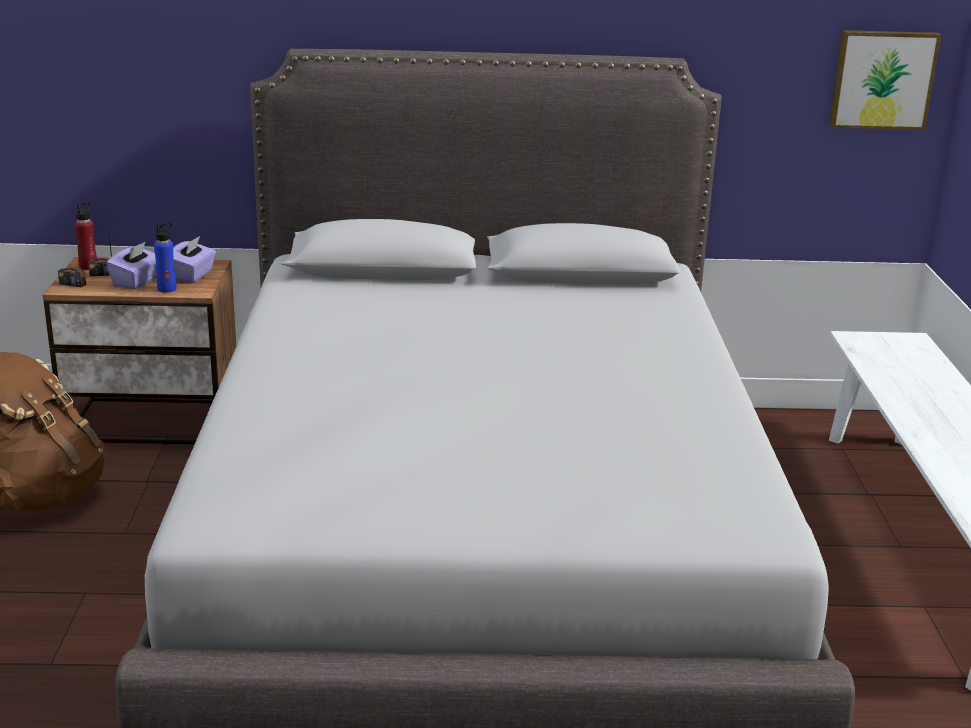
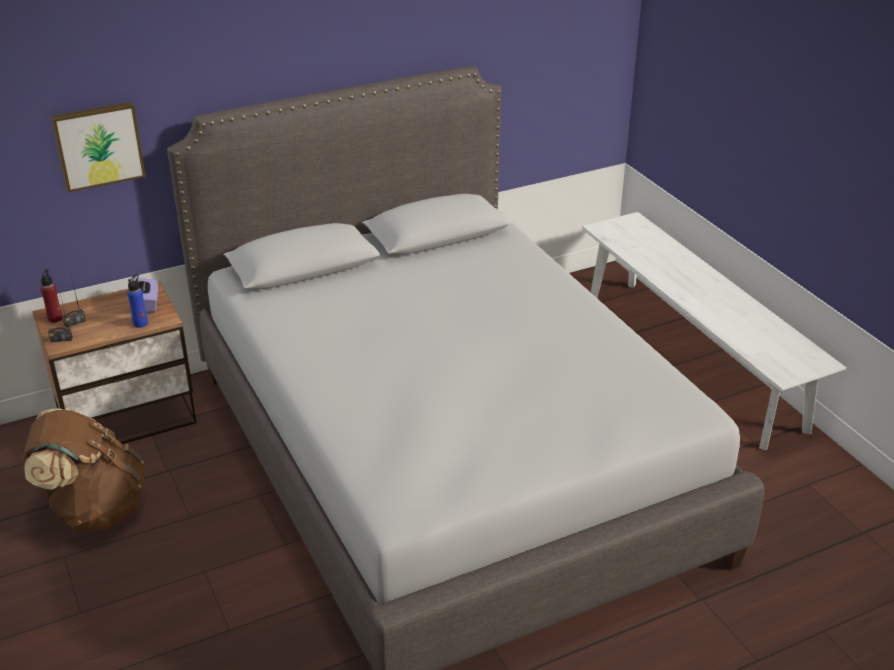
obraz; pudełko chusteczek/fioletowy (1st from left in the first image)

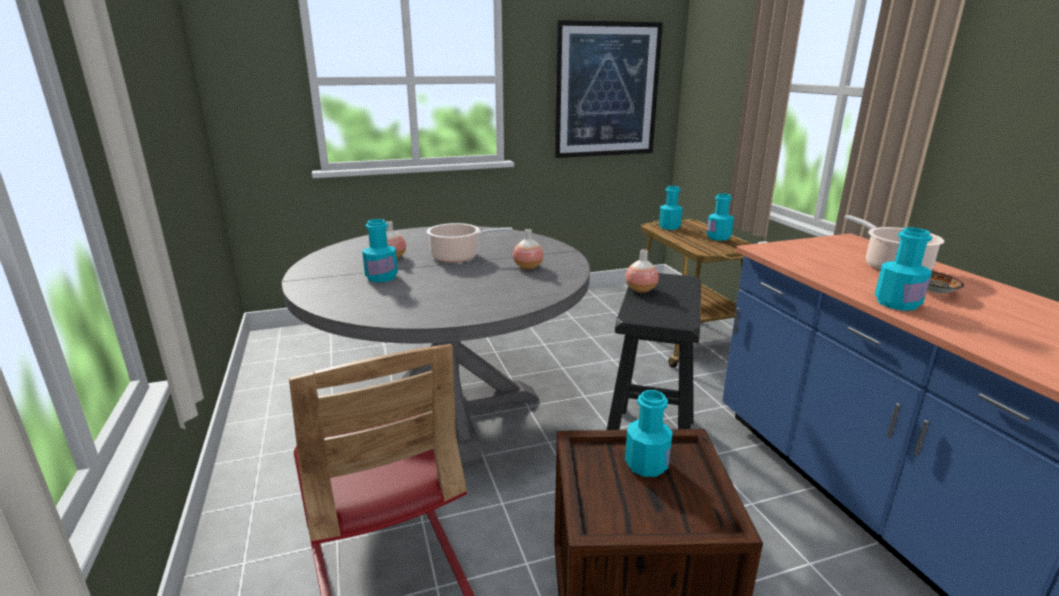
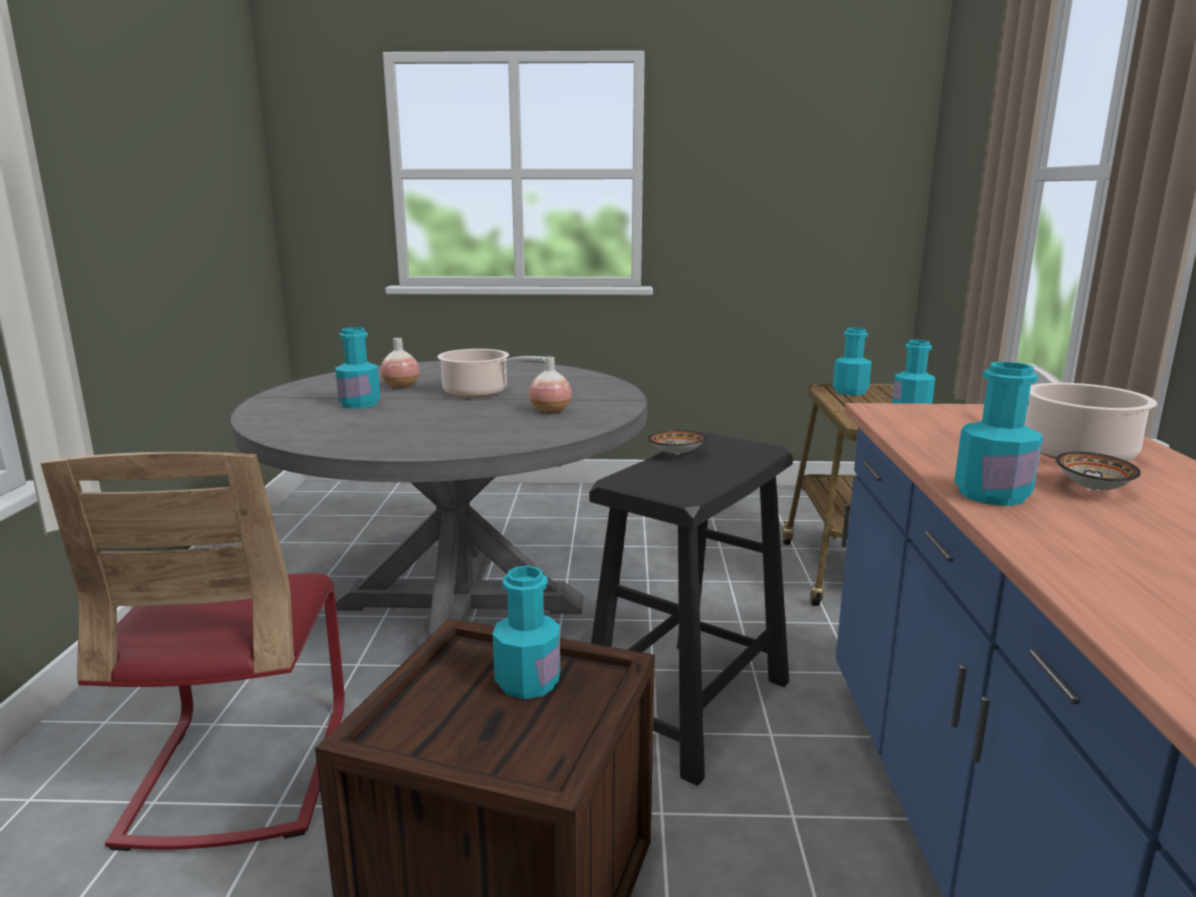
obraz; miska (1st from left)

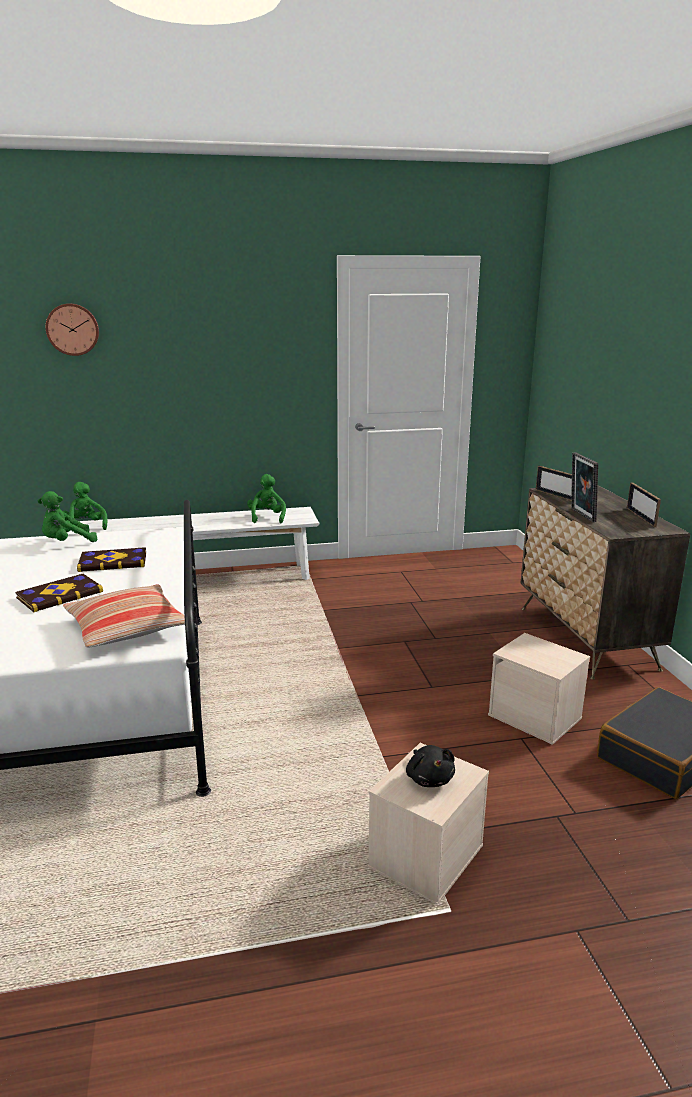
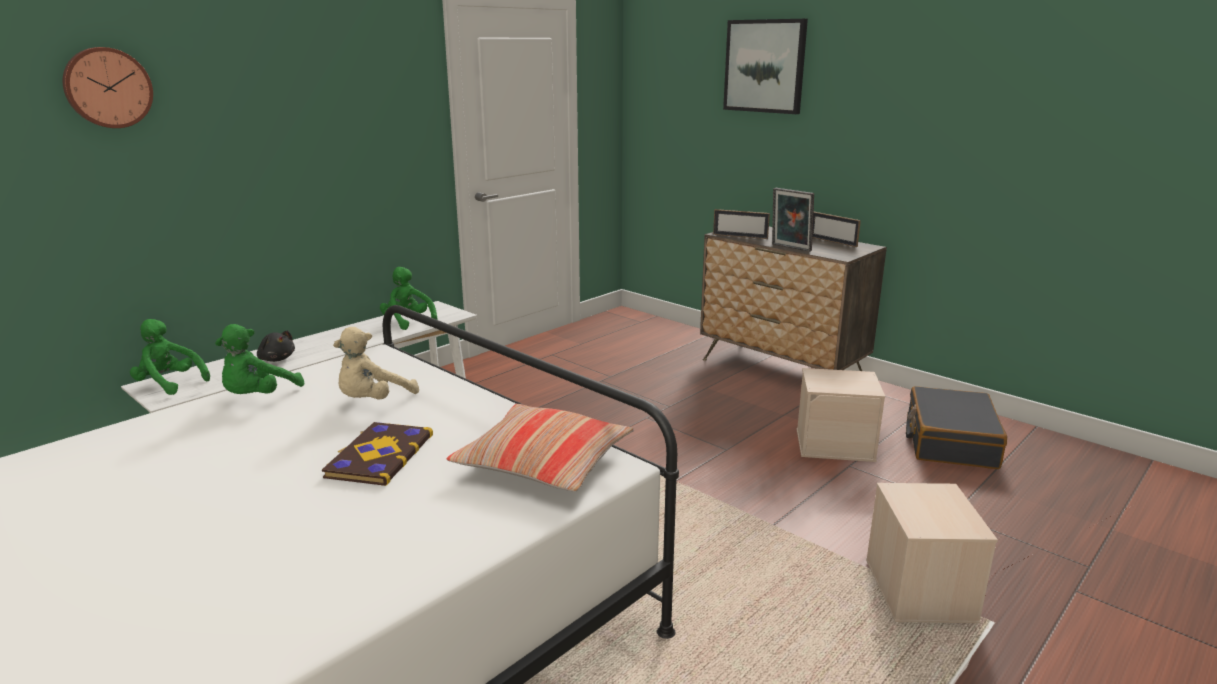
pluszak/beżowy; pluszak/czarny; obraz

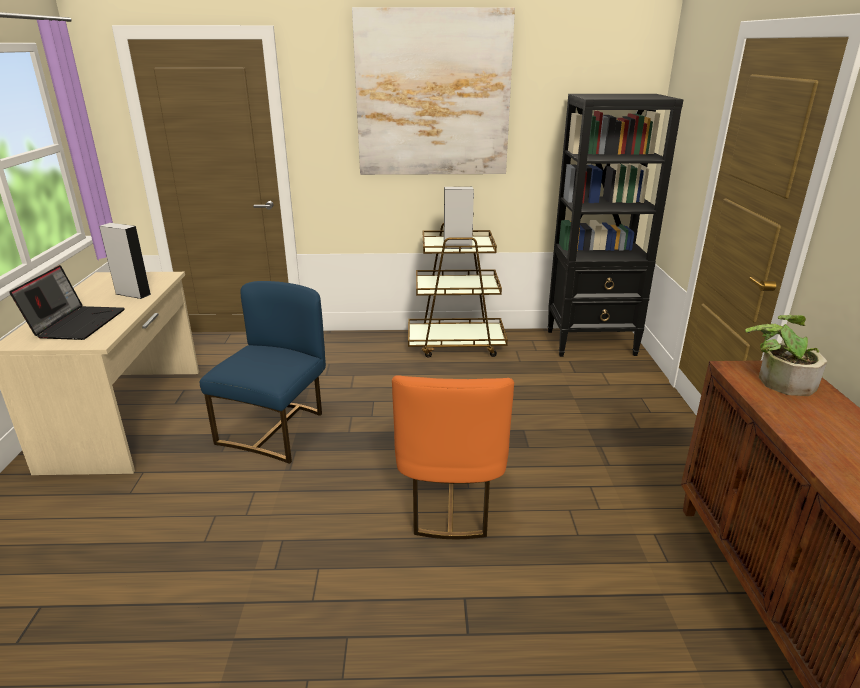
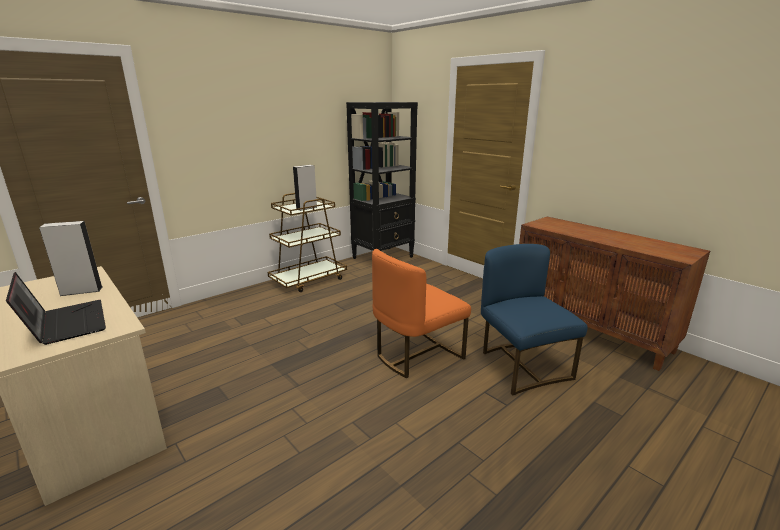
obraz; krzesło/niebieski; roślina doniczkowa; krzesło/pomarańczowy

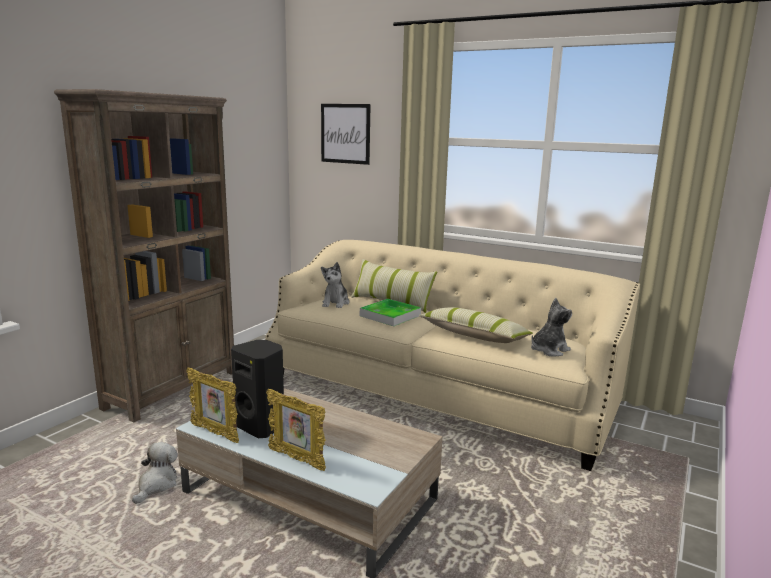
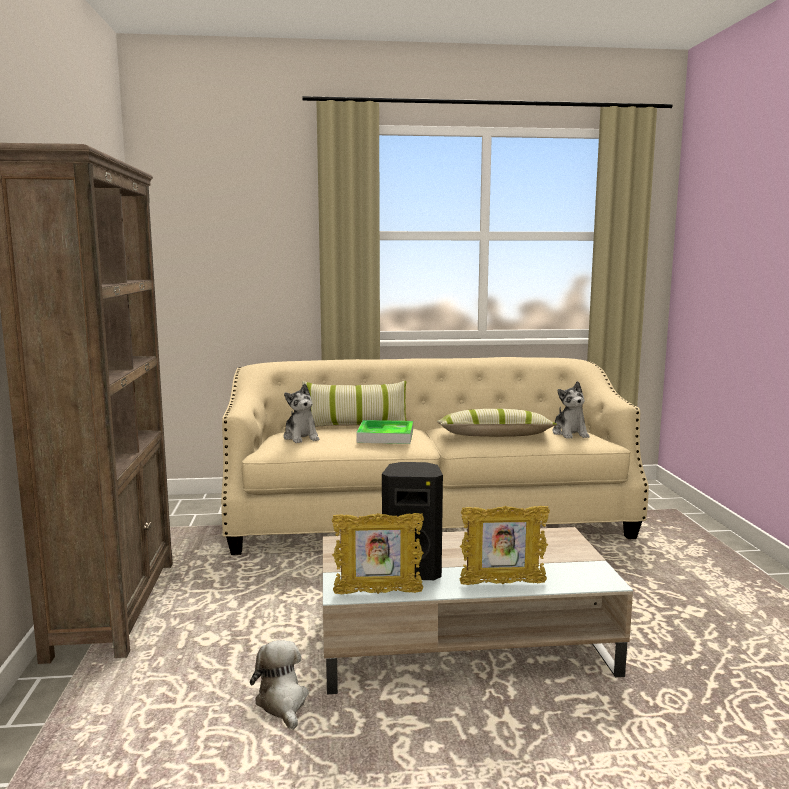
obraz; pluszak (3rd from left)

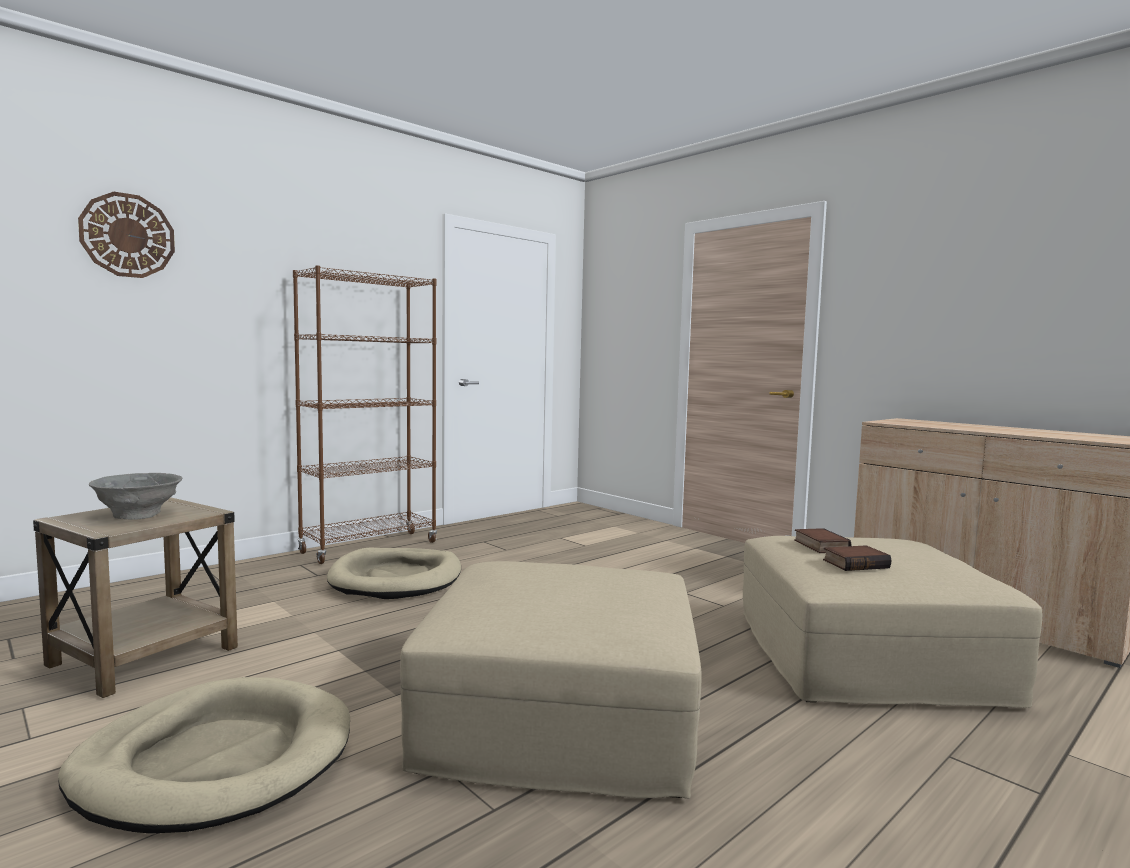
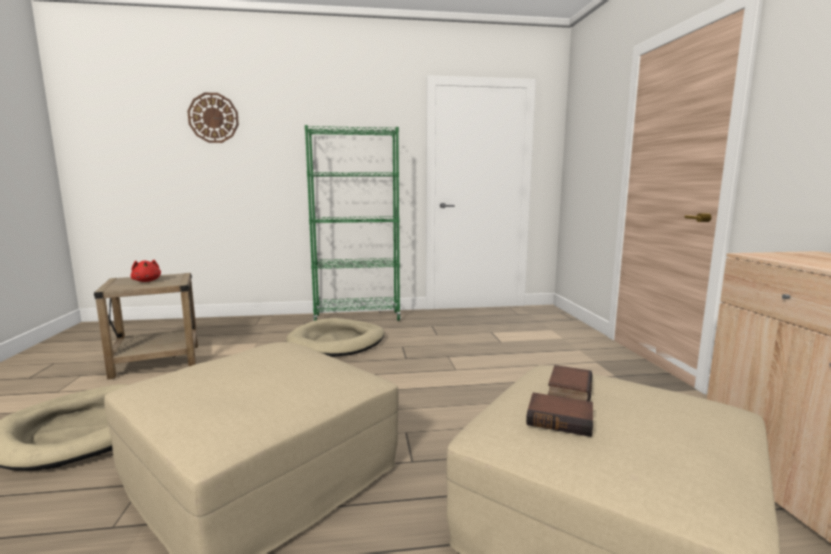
regał/zielony; pluszak/czerwony

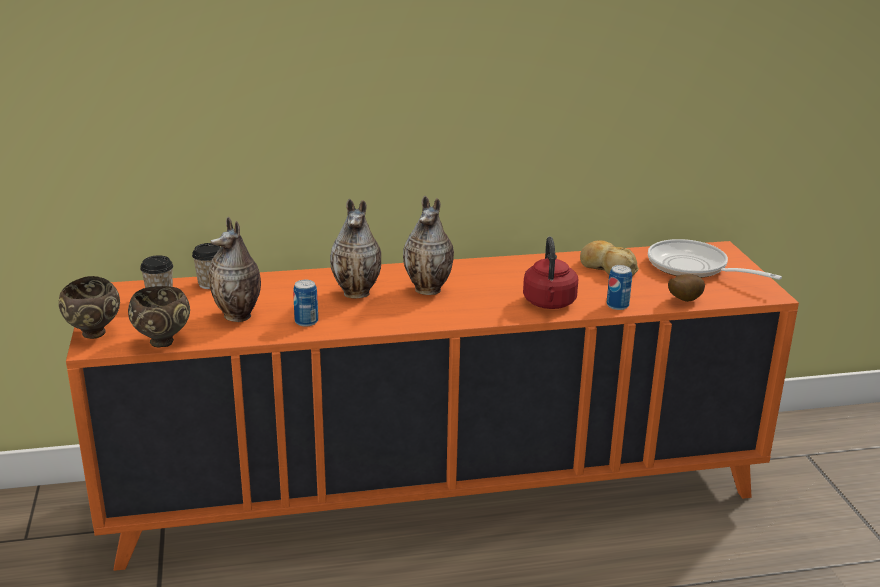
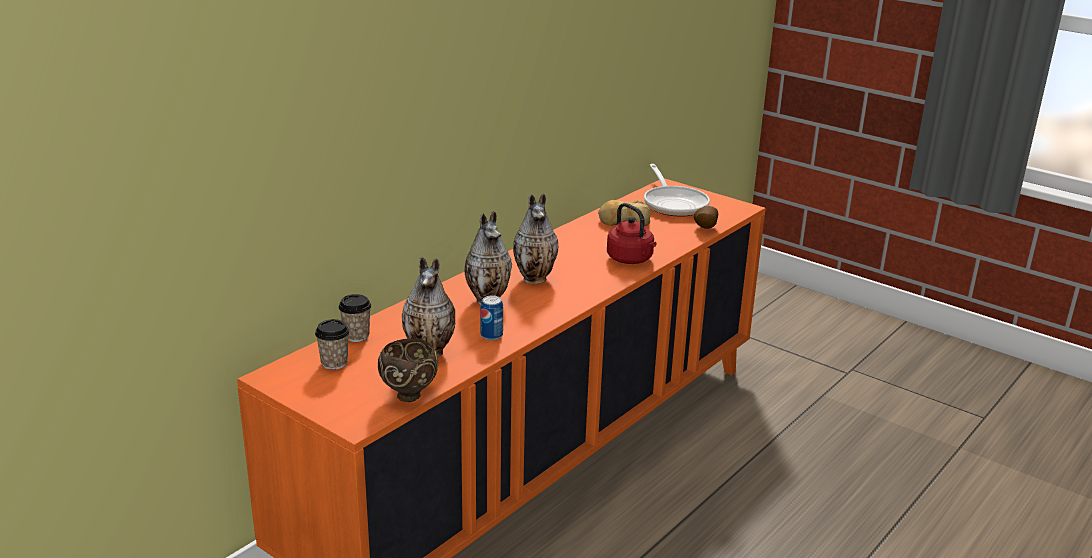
patelnia; puszka (2nd from left in the first image); miska/brązowy (1st from left in the first image)

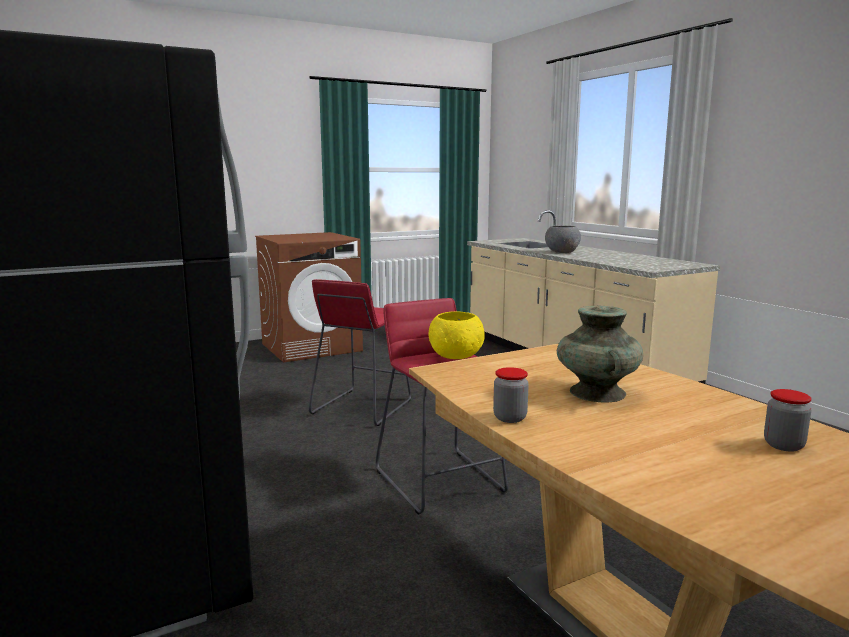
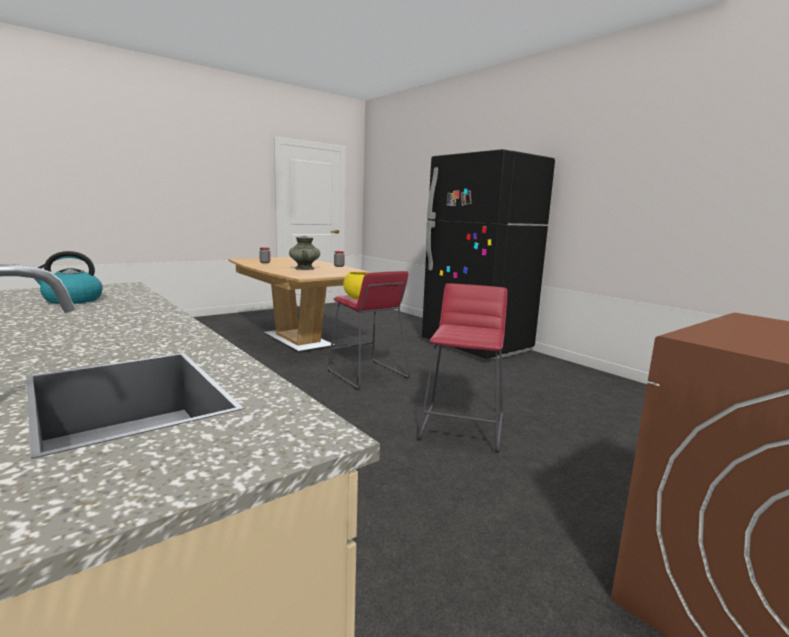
miska/szary; czajnik

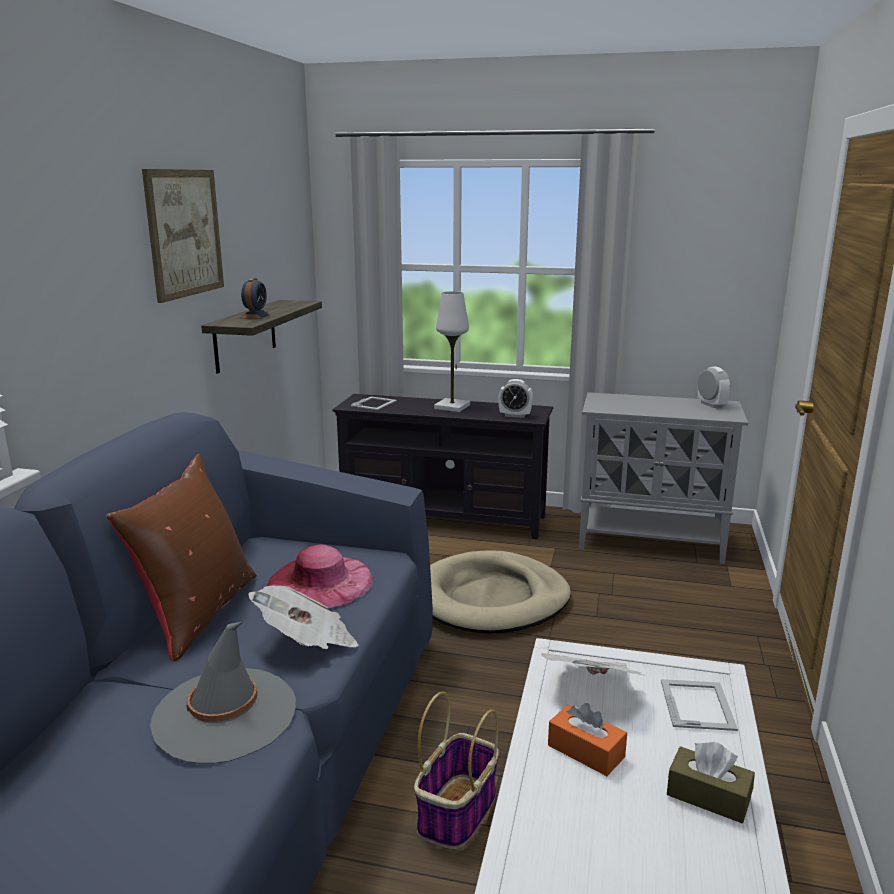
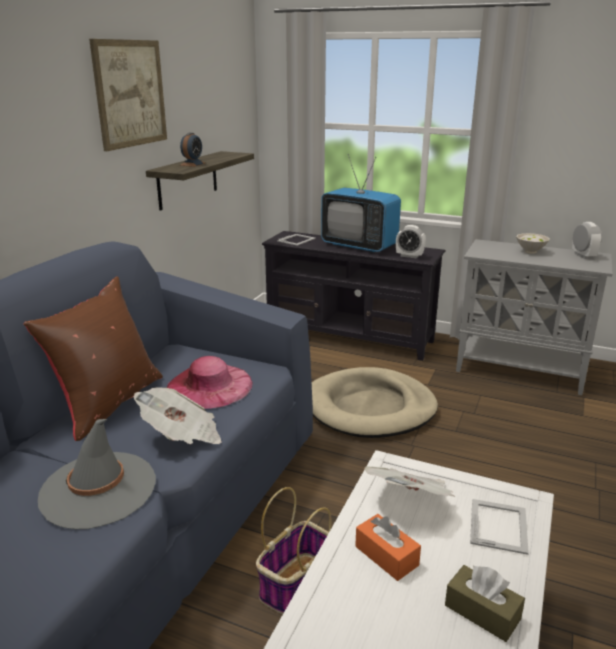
telewizor; miska/biały

